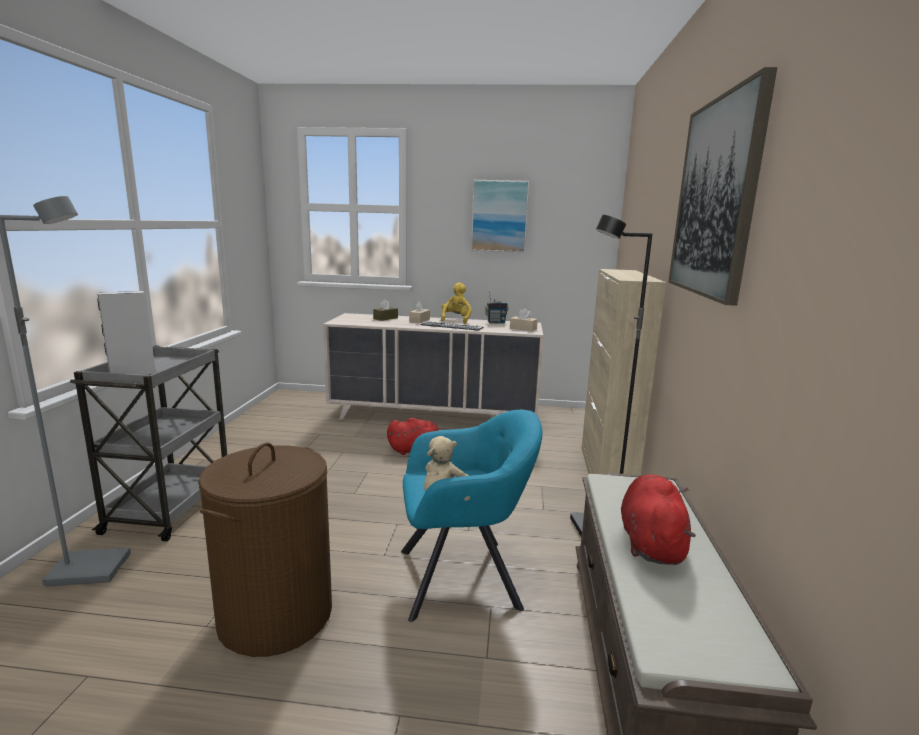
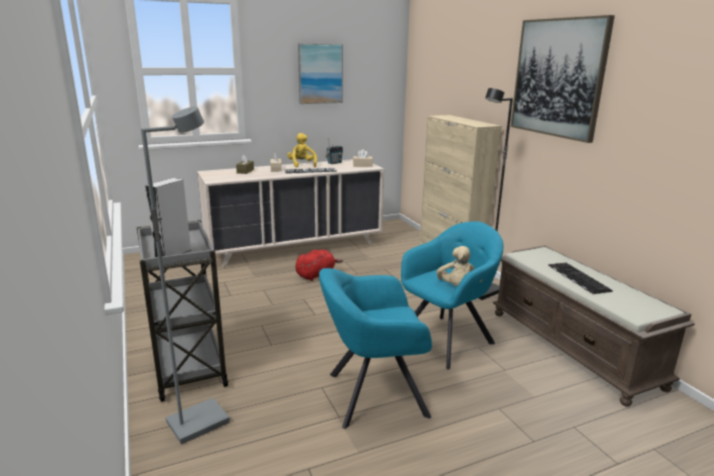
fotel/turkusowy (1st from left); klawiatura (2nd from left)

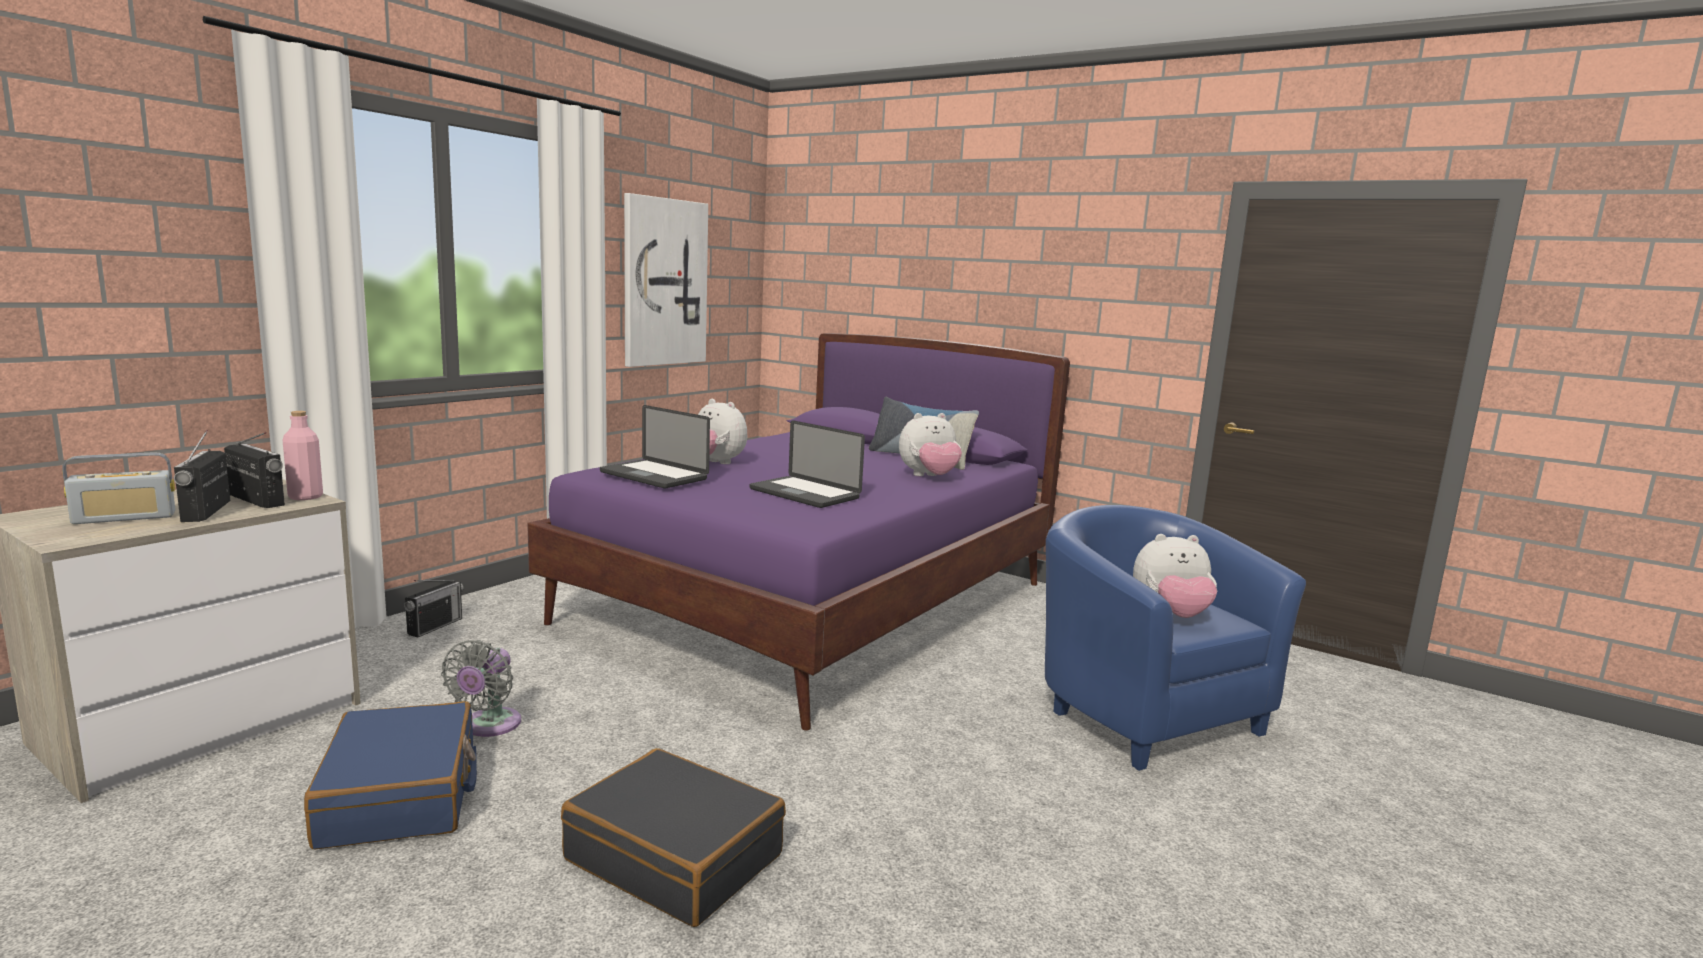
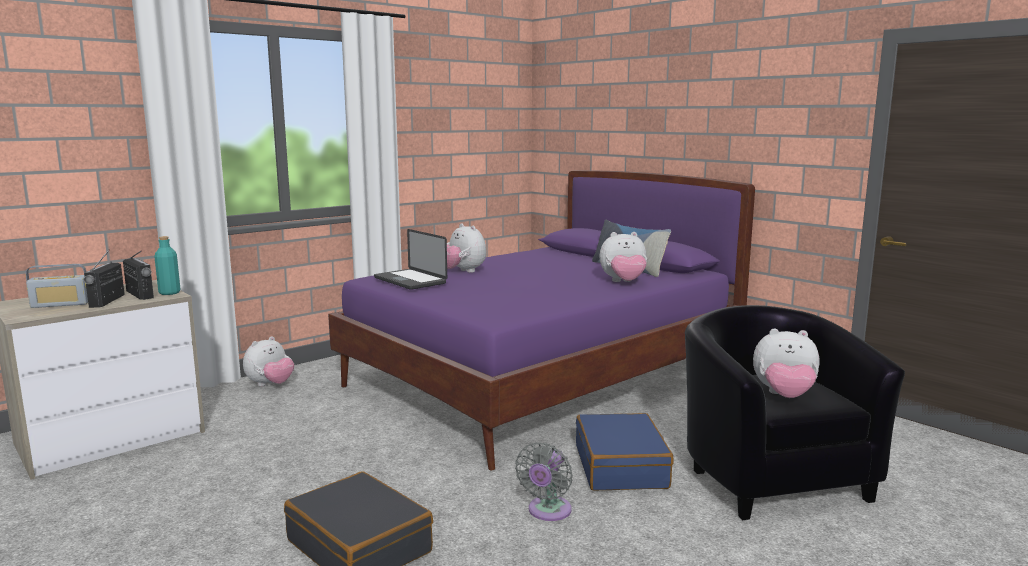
obraz; butelka/turkusowy; laptop (2nd from left in the first image); fotel/czarny; pluszak (1st from left); wentylator/szary; walizka/niebieski

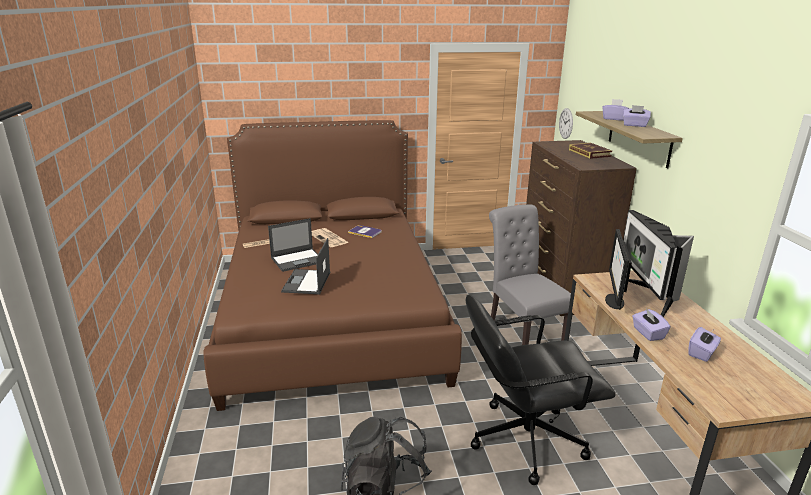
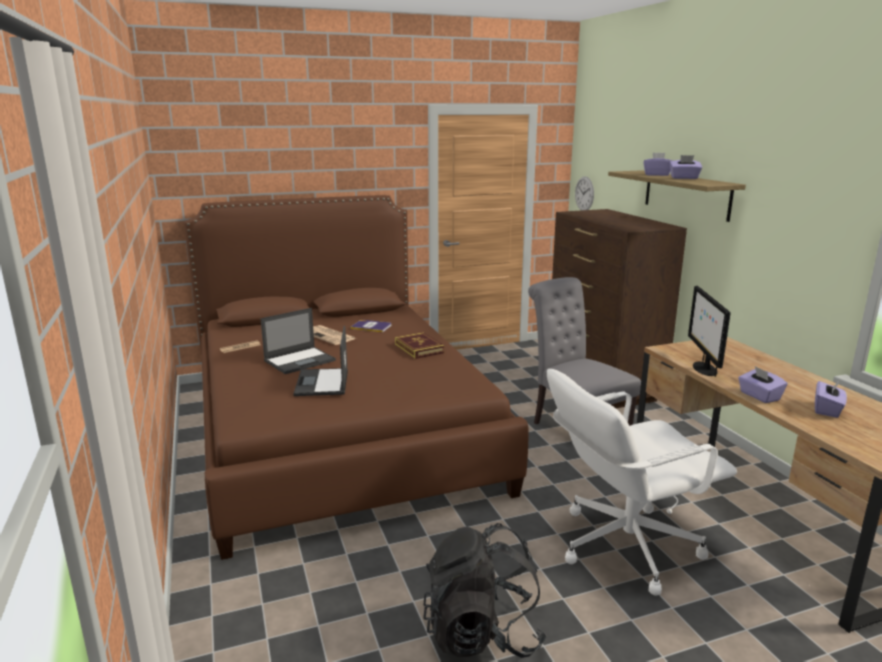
książka (2nd from left); monitor (2nd from left in the first image); krzesło biurowe/biały

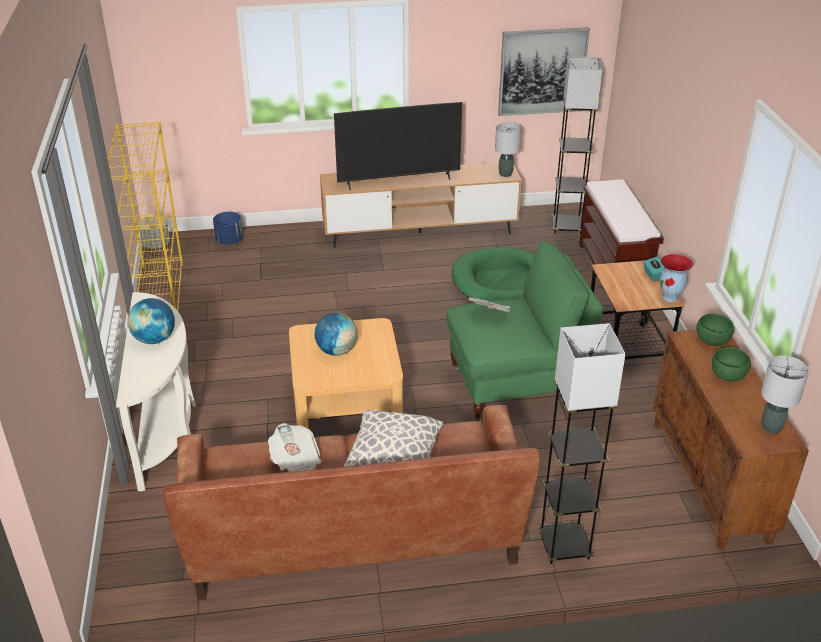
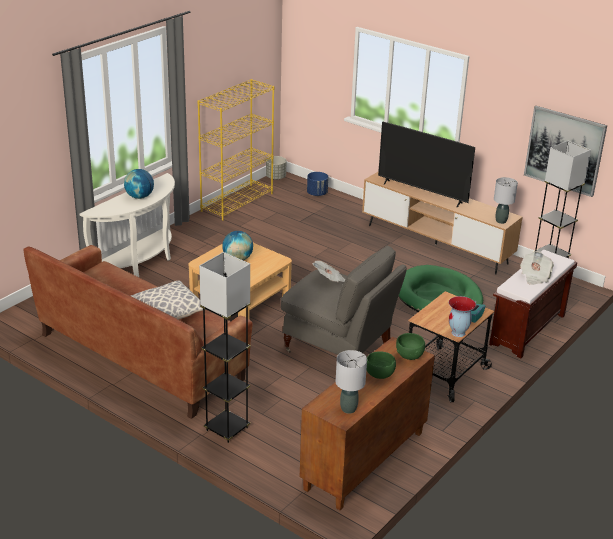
fotel/szary; gazeta (2nd from left)

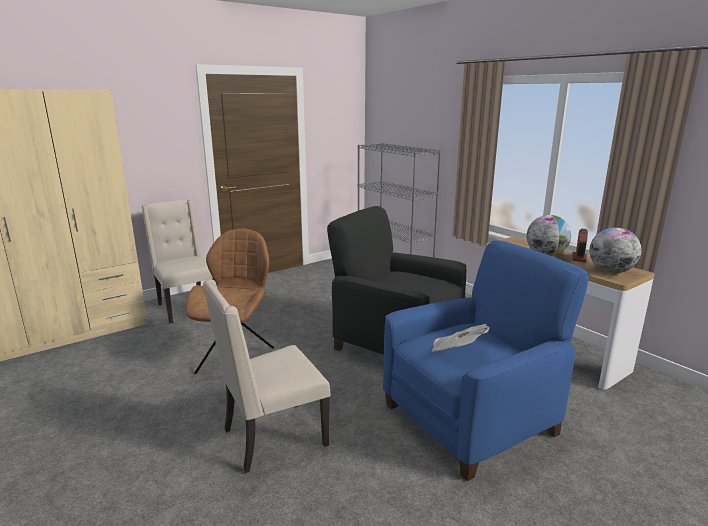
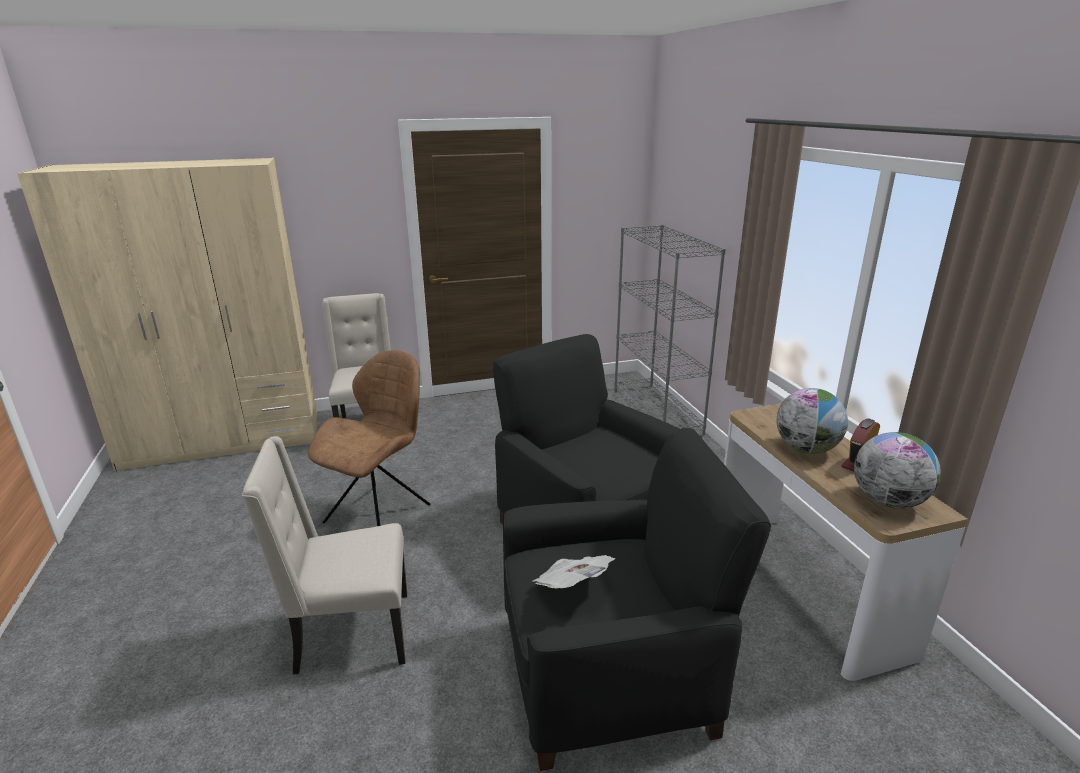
fotel/czarny (2nd from left)

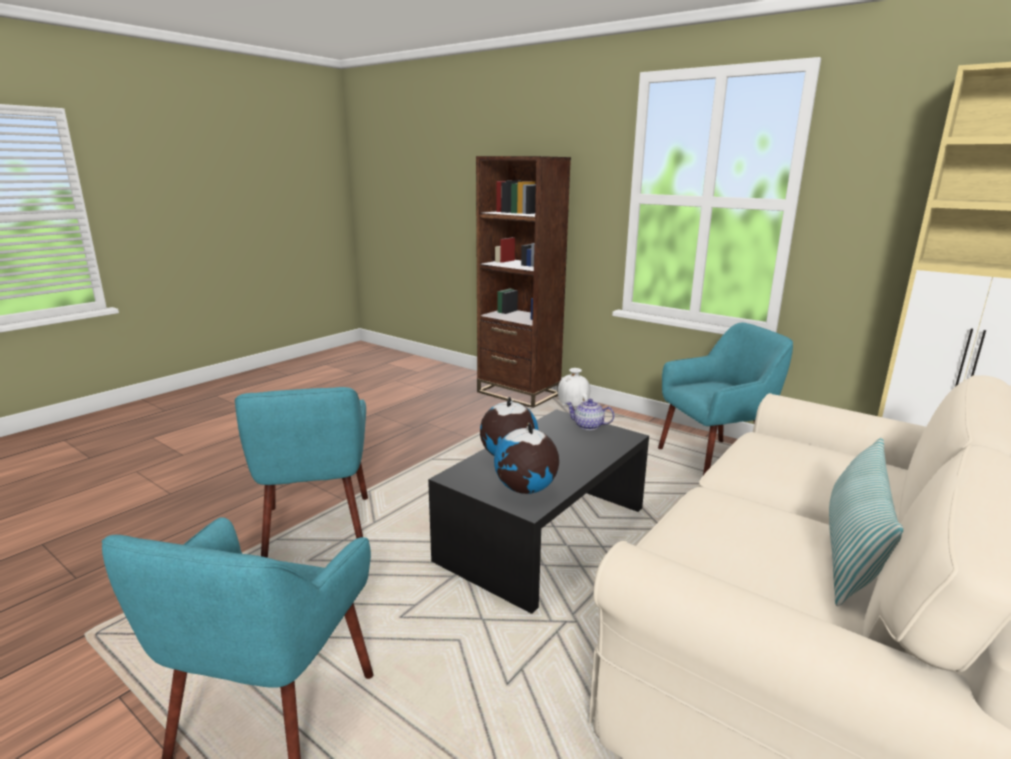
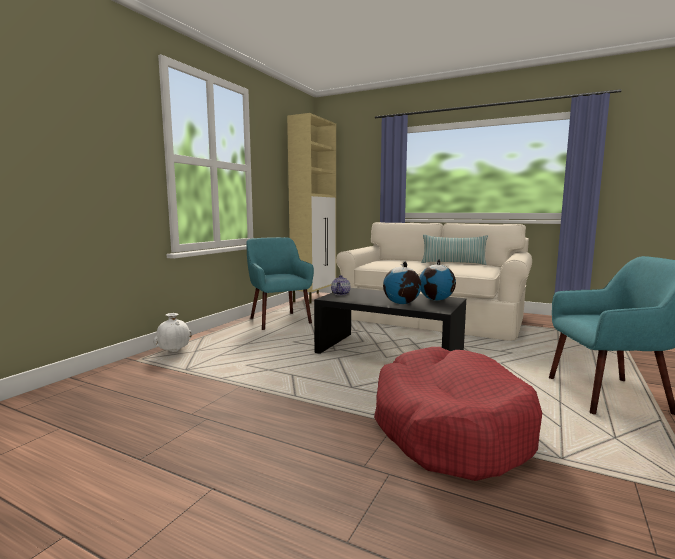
regał/brązowy; legowisko/czerwony

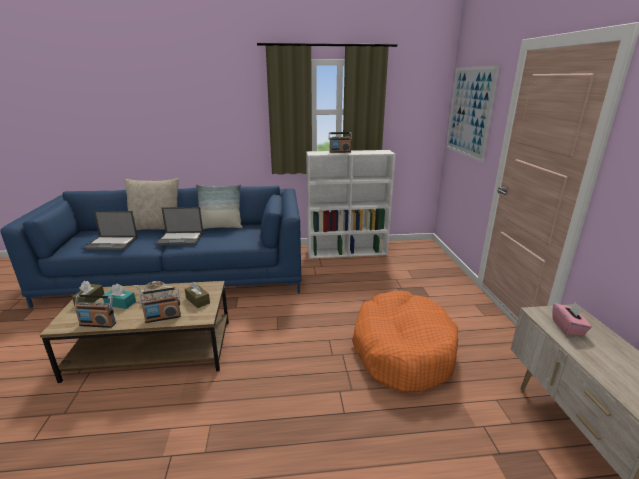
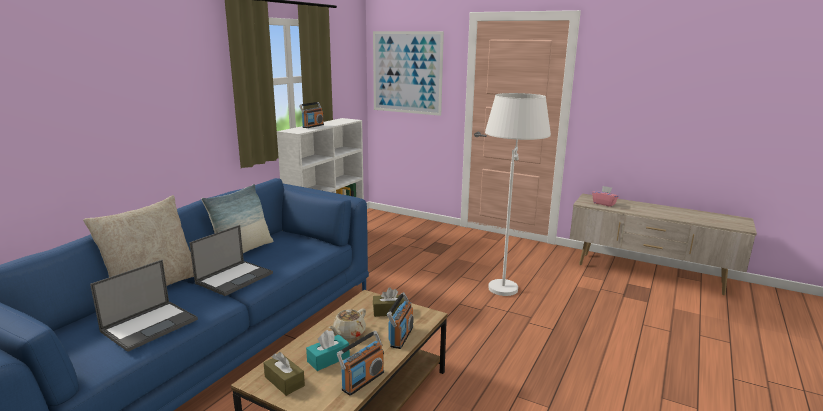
lampa stojąca/biały

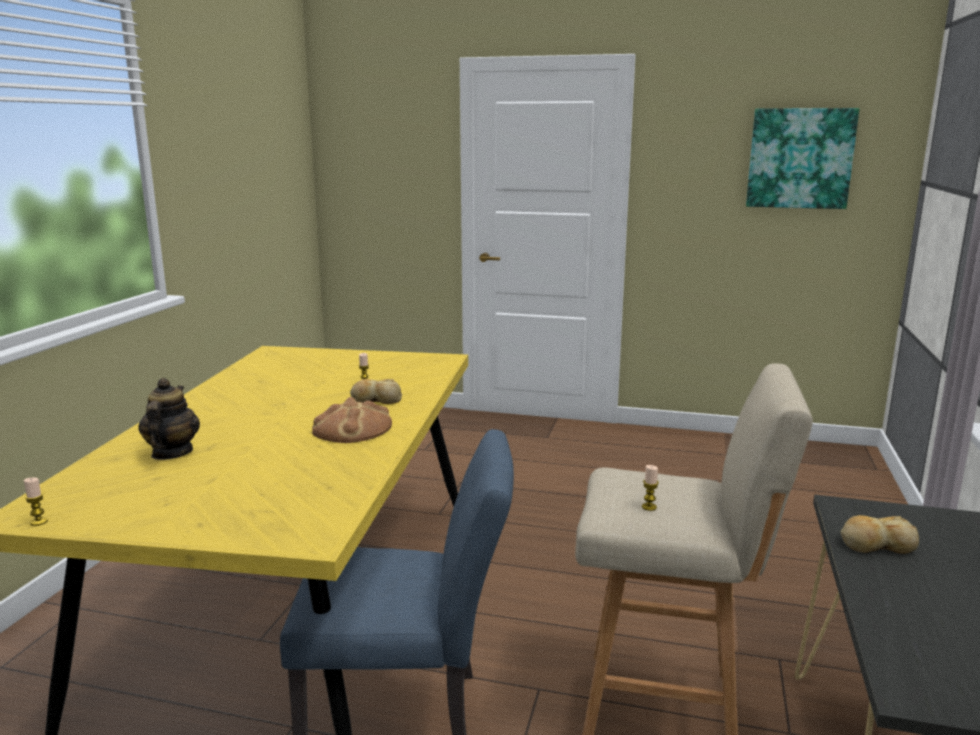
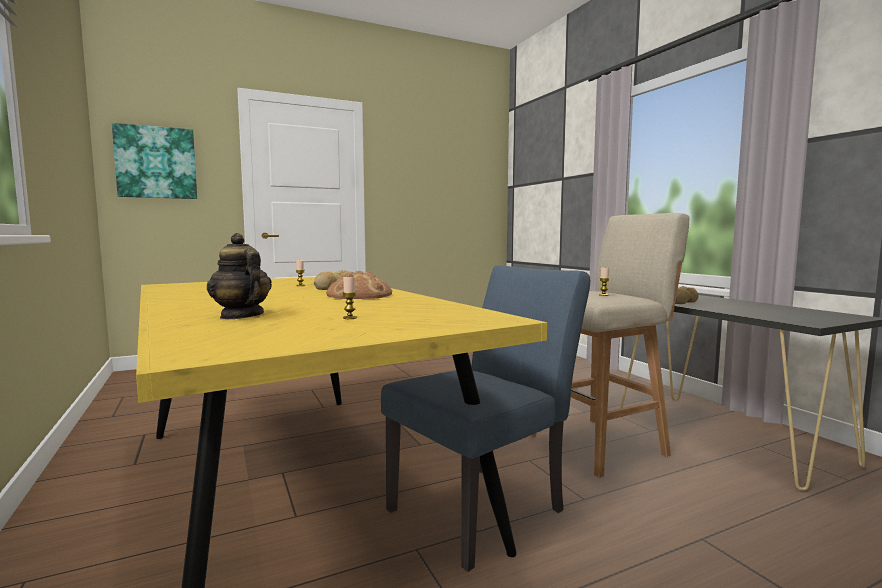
obraz; świeca (2nd from left)

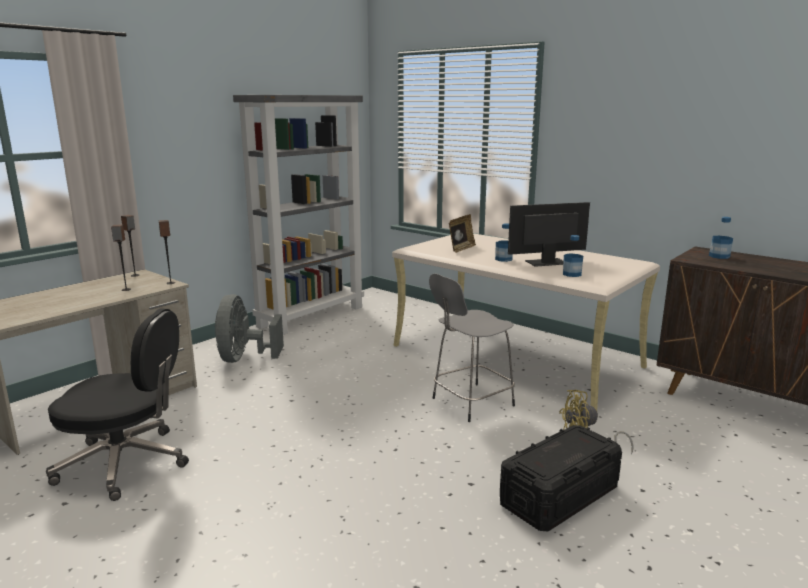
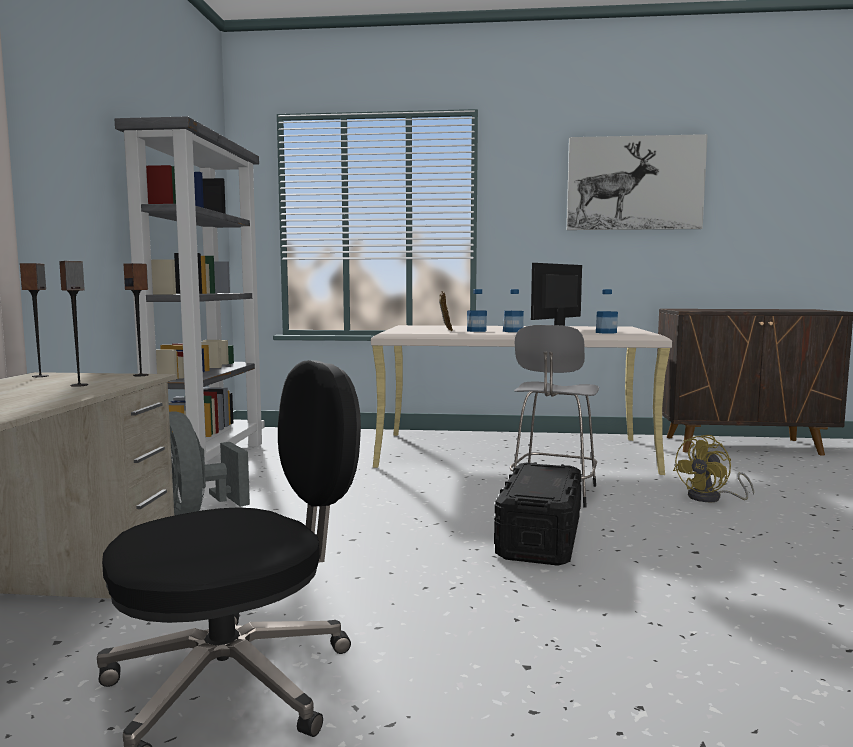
butelka (1st from left); pojemnik do przechowywania/czarny; obraz

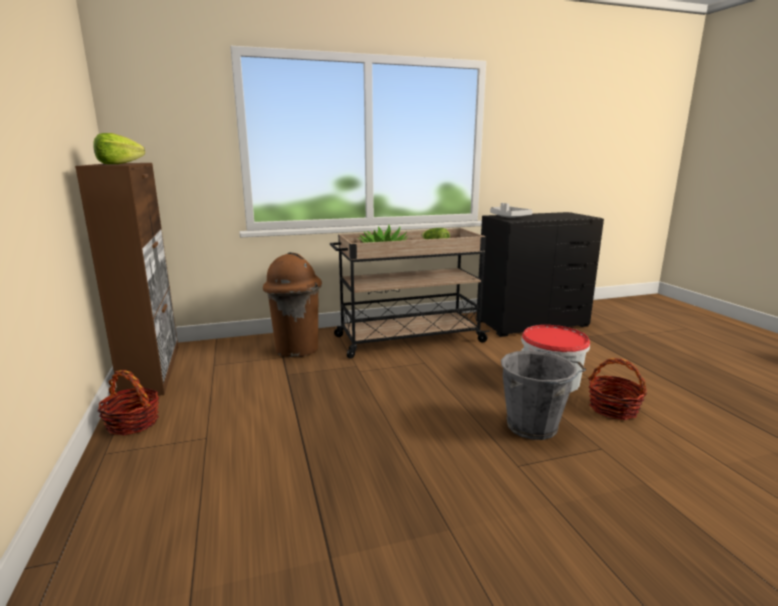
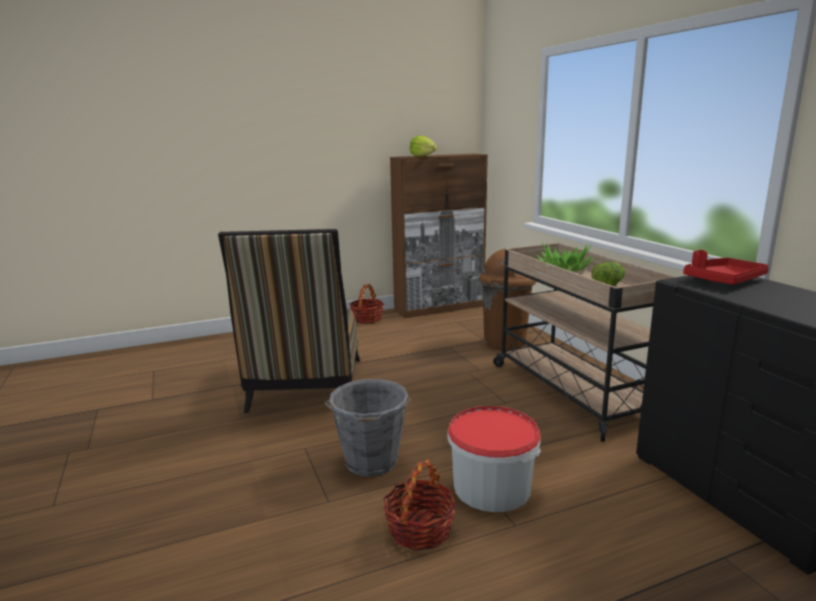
taca/czerwony; krzesło

